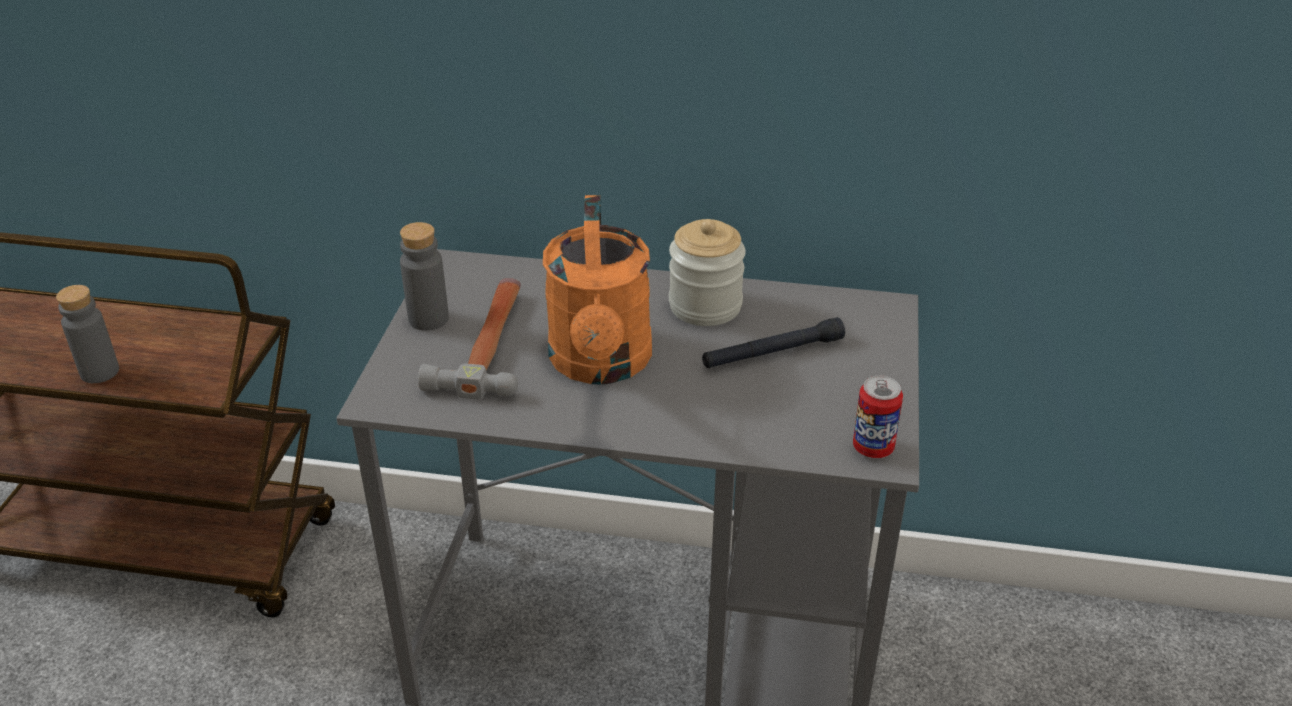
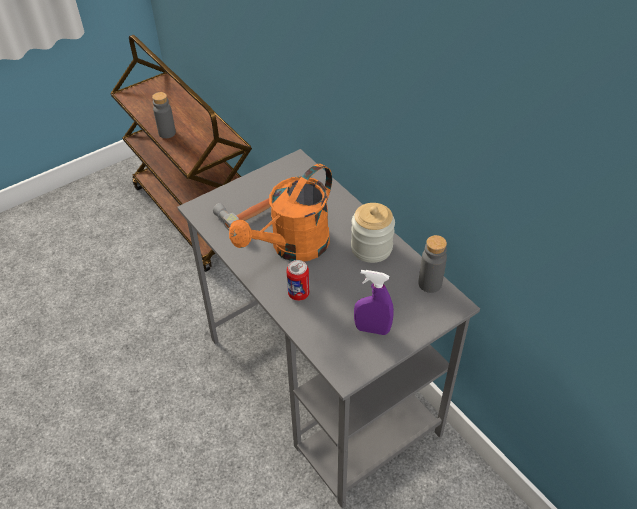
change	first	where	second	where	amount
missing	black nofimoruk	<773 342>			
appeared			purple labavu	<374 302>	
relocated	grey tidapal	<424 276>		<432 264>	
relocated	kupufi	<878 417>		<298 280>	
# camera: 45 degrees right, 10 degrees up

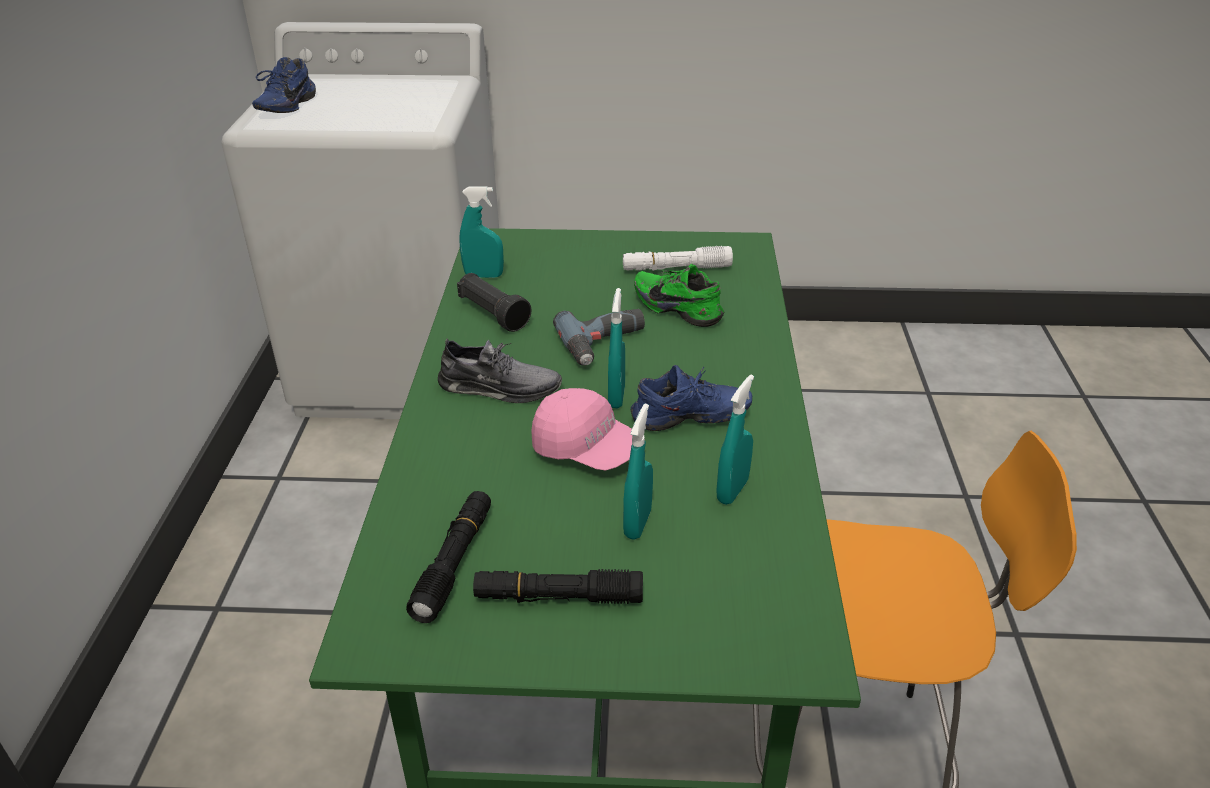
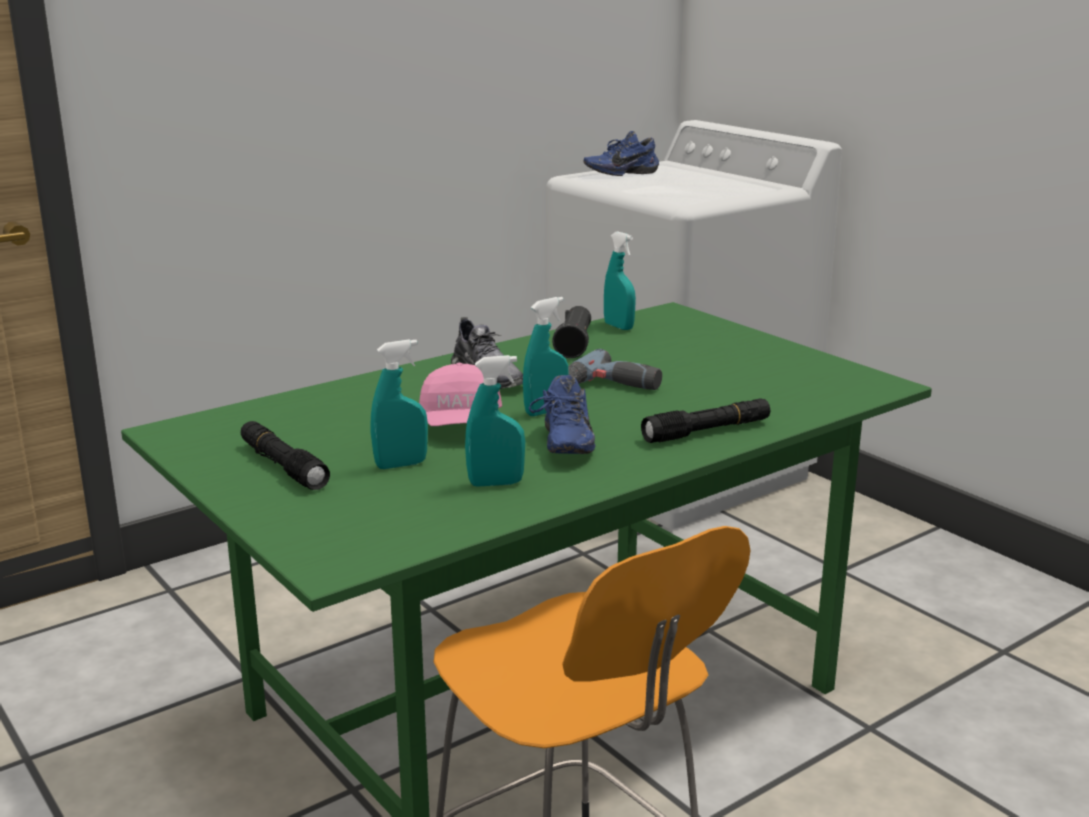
change	first	where	second	where	amount
missing	white nofimoruk	<678 258>			
missing	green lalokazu	<679 295>			
relocated	black nofimoruk	<448 557>		<705 420>	
spun	blue lalokazu	<691 398>		<562 414>	45 degrees clockwise
# camera: 50 degrees right, 15 degrees down

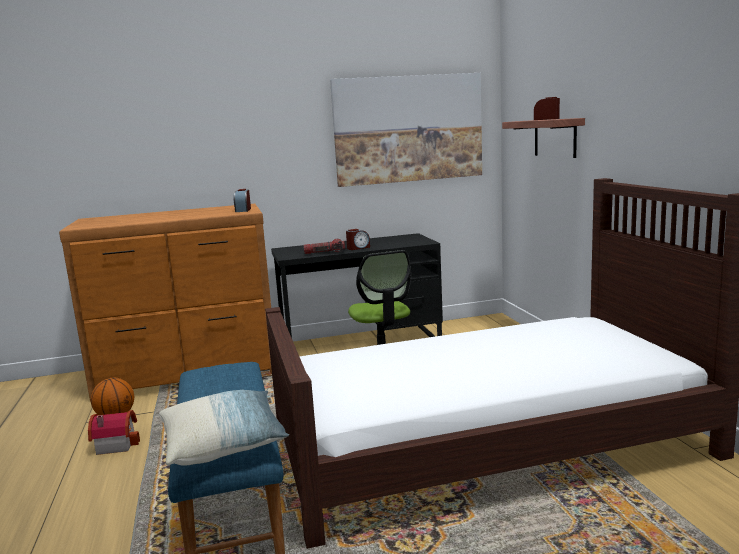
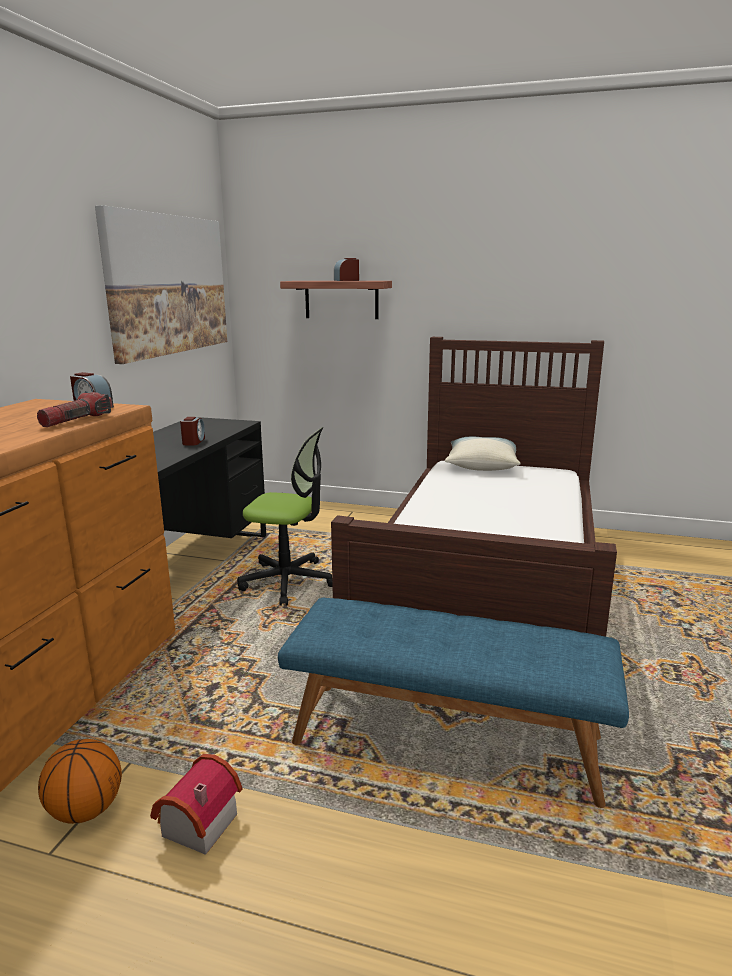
change	first	where	second	where	amount
relocated	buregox	<224 428>		<483 453>	
relocated	nofimoruk	<324 246>		<75 409>	
# camera: 60 degrees left, 5 degrees up

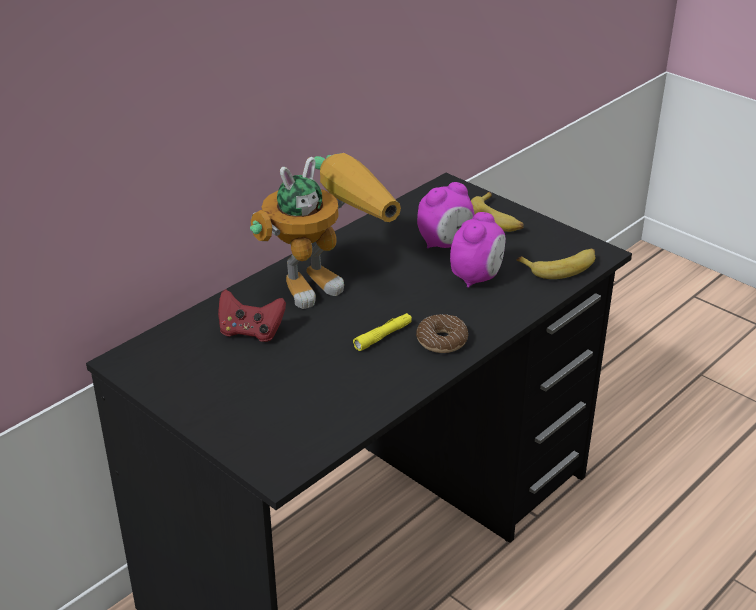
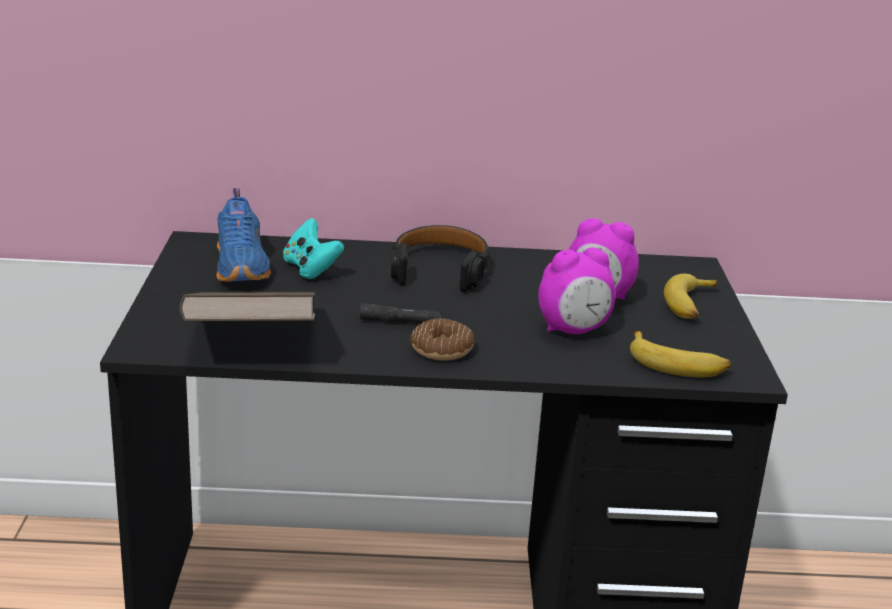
change	first	where	second	where	amount
appeared			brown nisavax	<247 306>	
appeared			blue lalokazu	<243 235>	
exchanged	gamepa	<325 231>	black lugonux	<440 258>	
colour	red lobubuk	<252 315>	turquoise lobubuk	<313 248>	
colour	yellow nofimoruk	<382 332>	black nofimoruk	<401 313>	
# camera: 45 degrees right, 10 degrees down

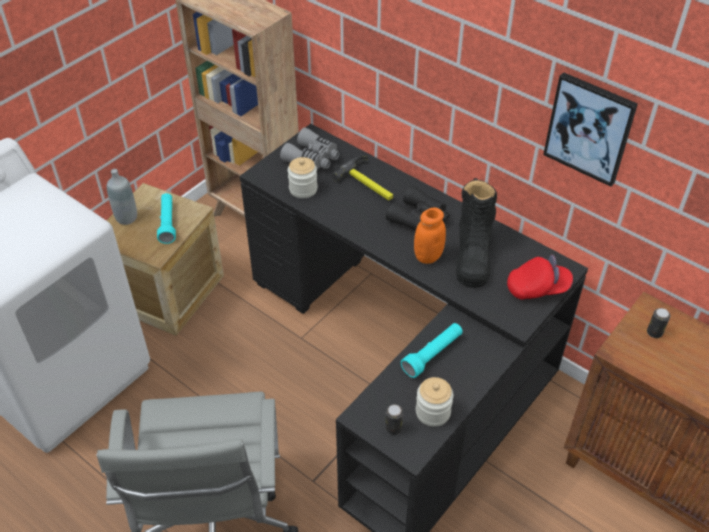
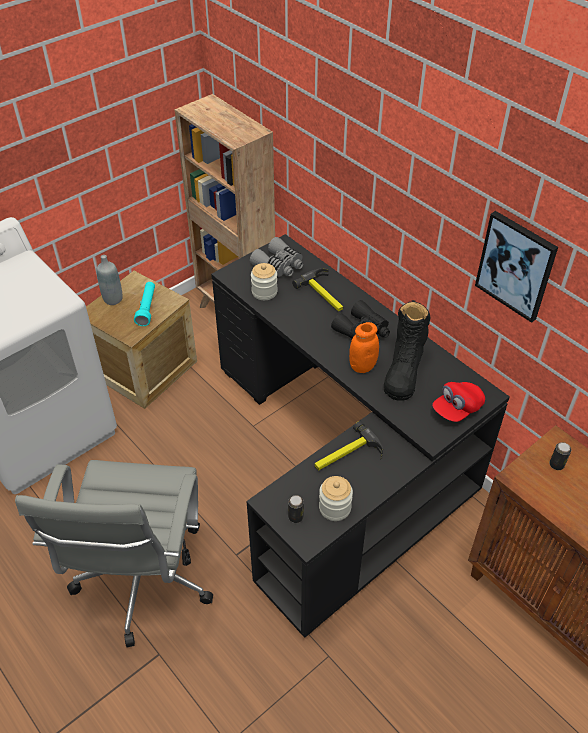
change	first	where	second	where	amount
exchanged	turquoise nofimoruk	<432 350>	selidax	<348 446>	
spun	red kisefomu	<540 277>		<458 402>	135 degrees clockwise
# camera: 10 degrees right, 0 degrees up

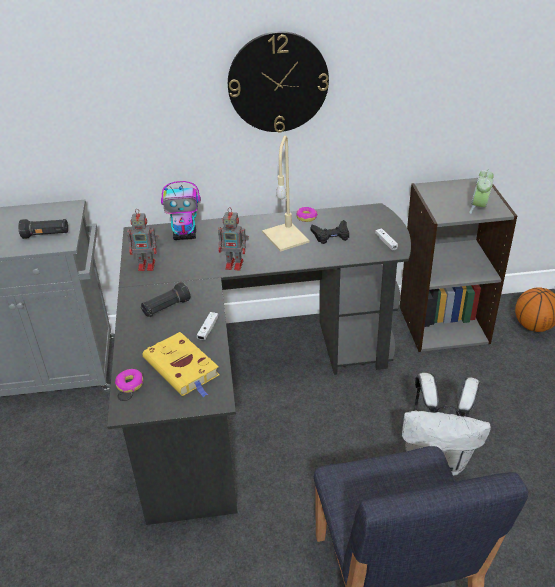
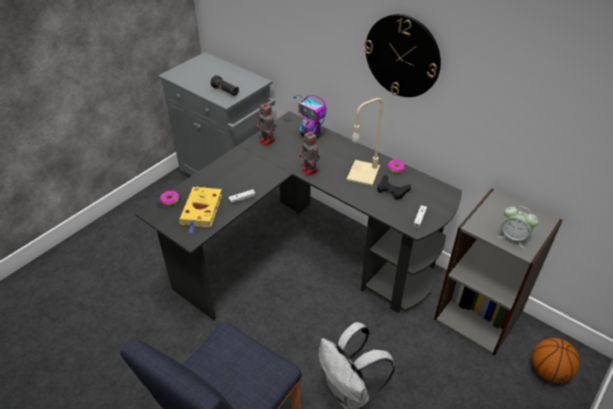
change	first	where	second	where	amount
missing	black nofimoruk	<165 299>			
spun	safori	<481 191>		<517 227>	120 degrees counterclockwise
# camera: 45 degrees right, 5 degrees up

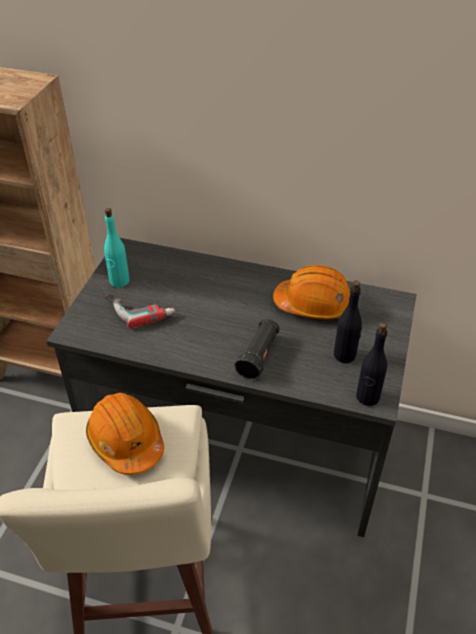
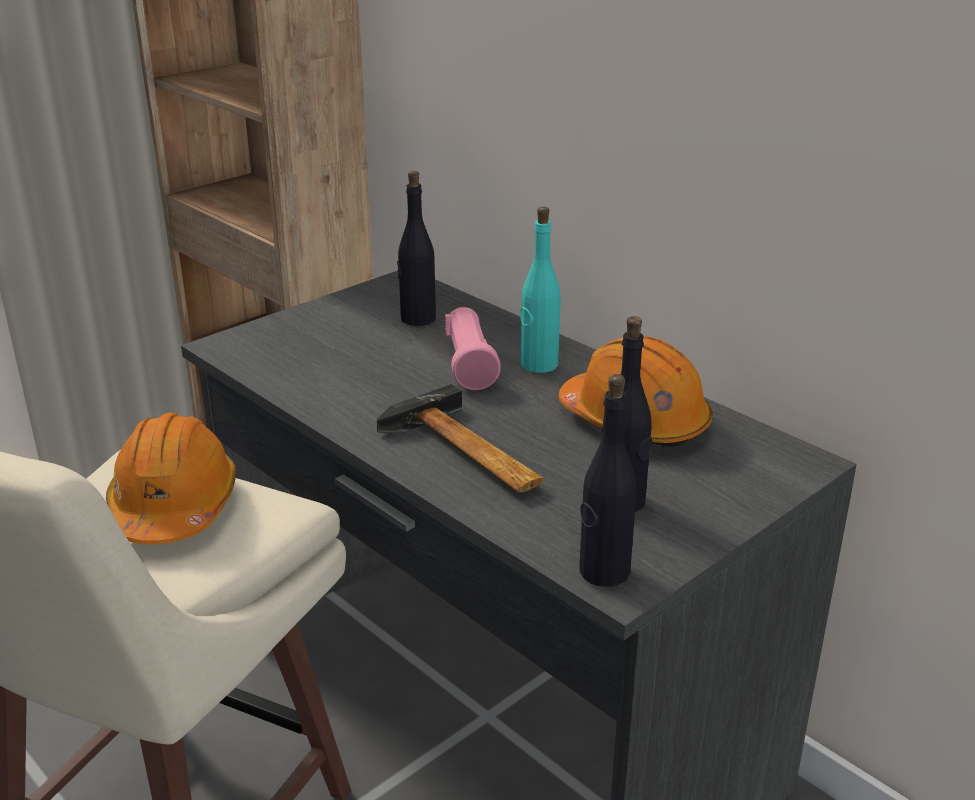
change	first	where	second	where	amount
missing	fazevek	<138 311>			
appeared			black tidapal	<416 248>	
appeared			pink nofimoruk	<473 348>	
relocated	turquoise tidapal	<117 247>		<540 290>	
exchanged	black nofimoruk	<256 349>	selidax	<461 438>	
# camera: 30 degrees right, 15 degrees down

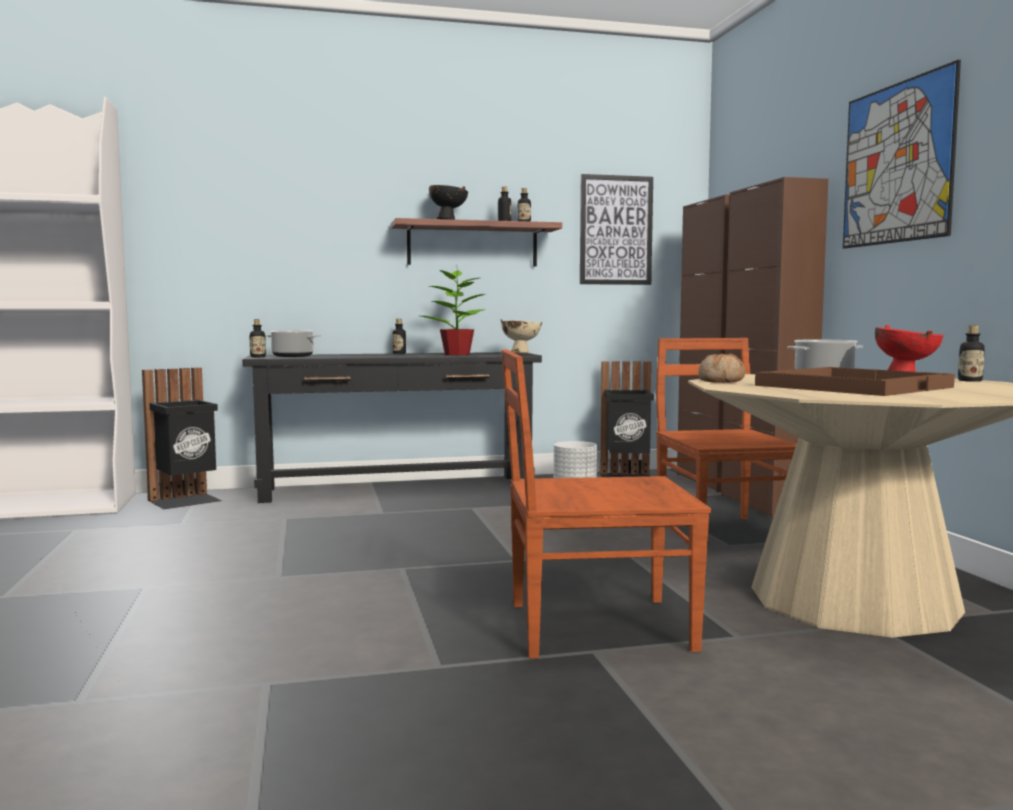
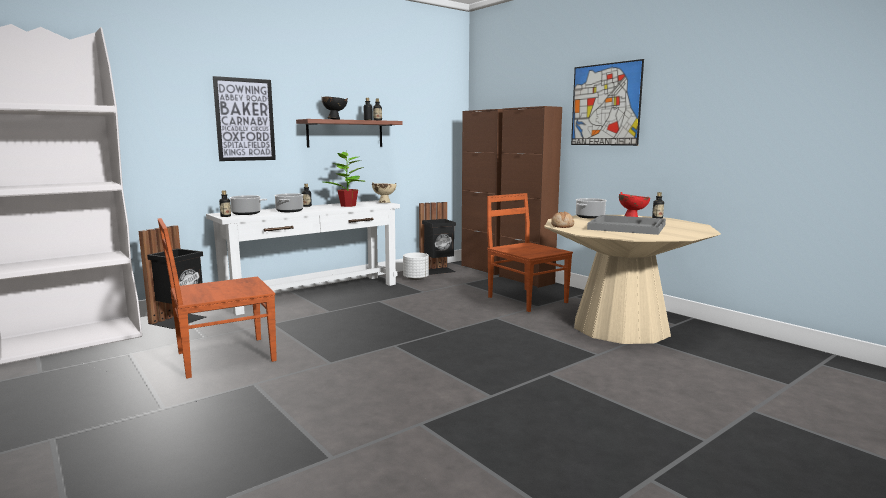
change	first	where	second	where	amount
appeared			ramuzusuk	<288 202>	
relocated	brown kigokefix	<606 504>		<217 298>	
relocated	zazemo	<616 229>		<244 118>	
colour	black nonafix	<392 427>	white nonafix	<303 257>	
colour	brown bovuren	<855 381>	grey bovuren	<626 225>	
# camera: 25 degrees left, 5 degrees up

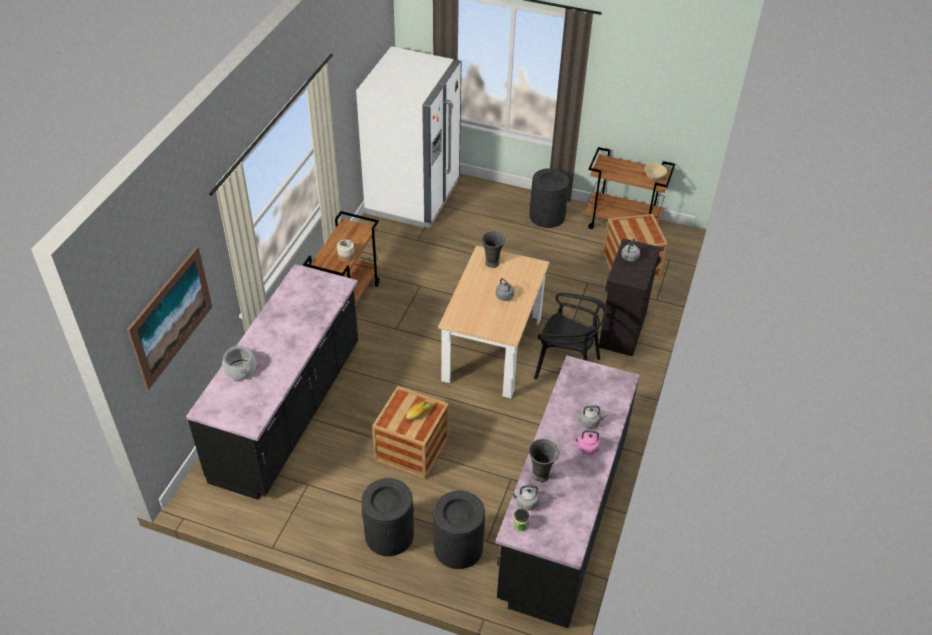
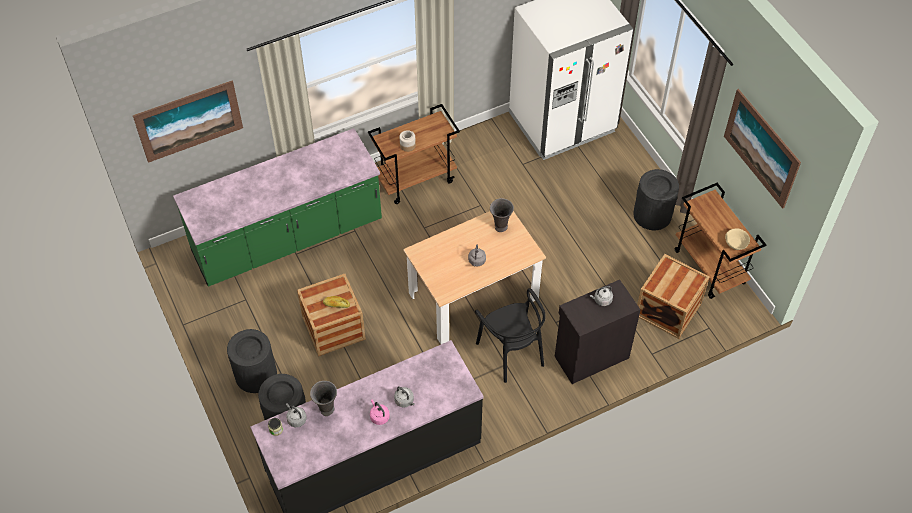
change	first	where	second	where	amount
missing	ramuzusuk	<239 362>			
appeared			zazemo	<762 149>	
colour	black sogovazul	<272 382>	green sogovazul	<277 207>	
# camera: 45 degrees right, 10 degrees up

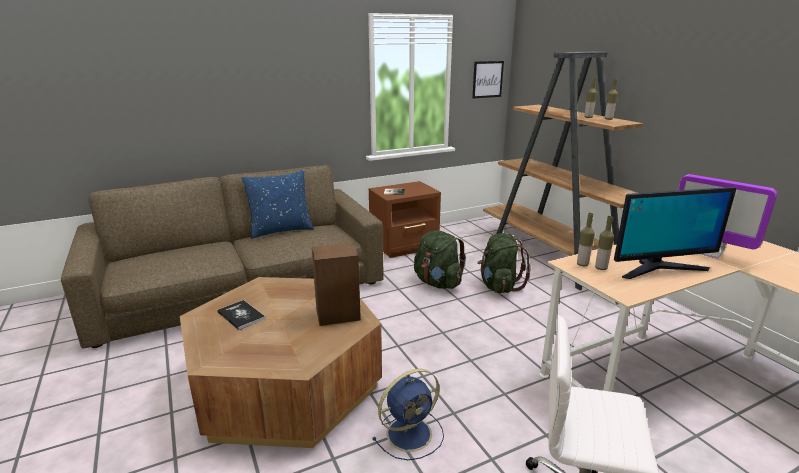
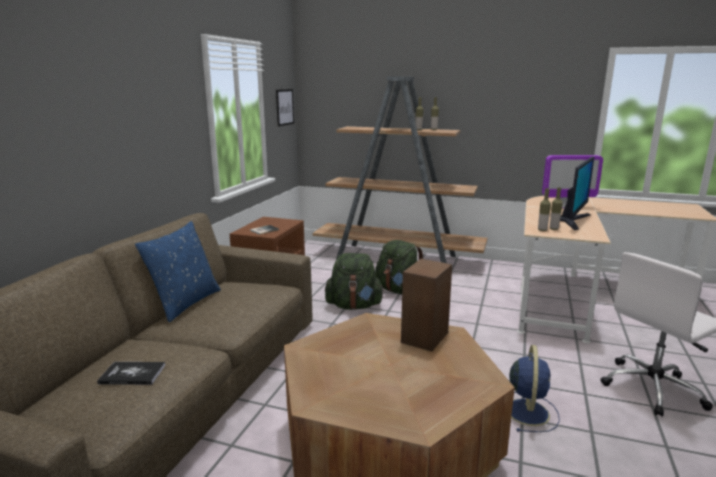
change	first	where	second	where	amount
relocated	nisavax	<241 315>		<131 373>	
# camera: 45 degrees left, 5 degrees down

